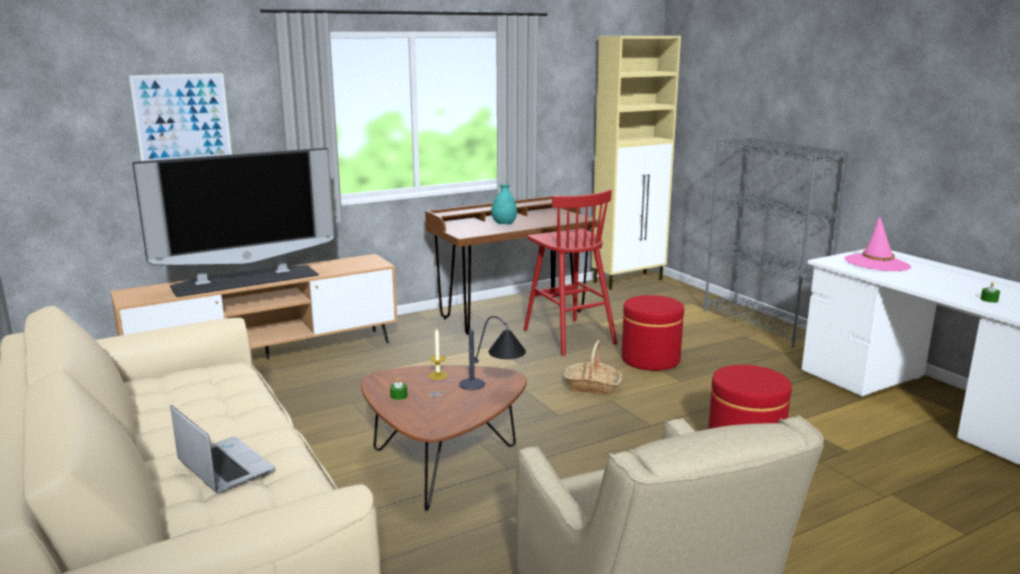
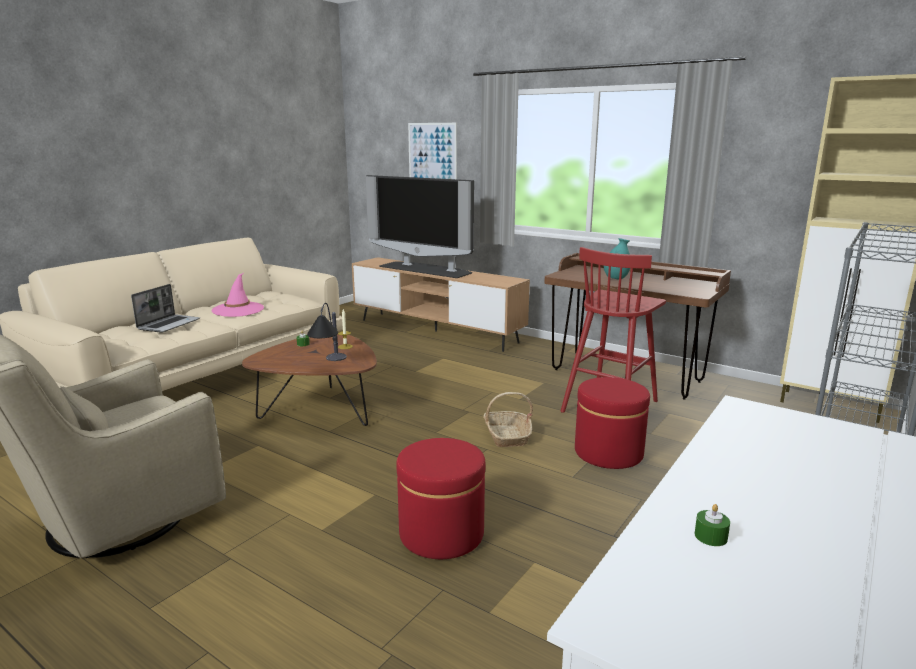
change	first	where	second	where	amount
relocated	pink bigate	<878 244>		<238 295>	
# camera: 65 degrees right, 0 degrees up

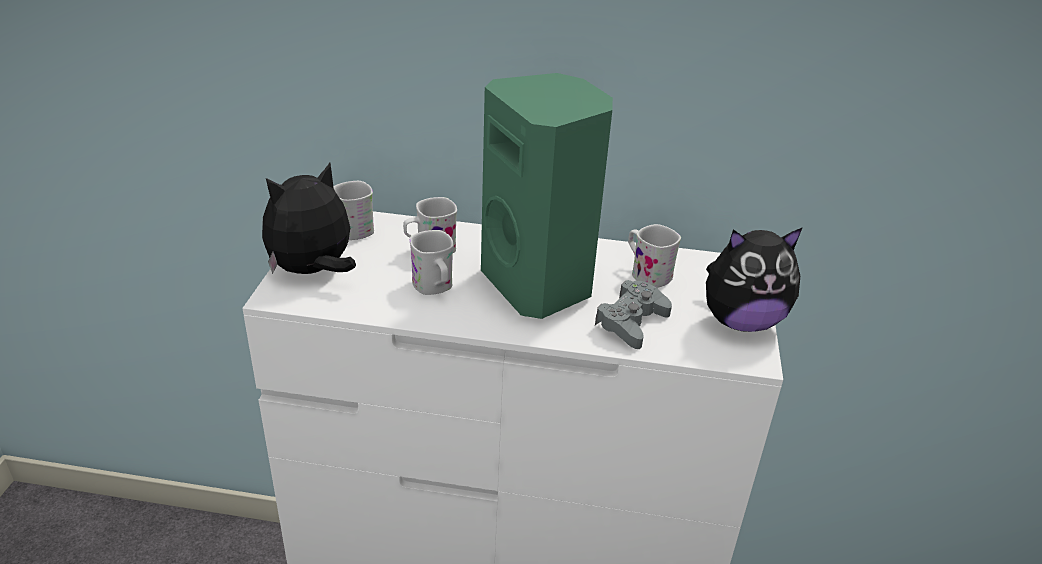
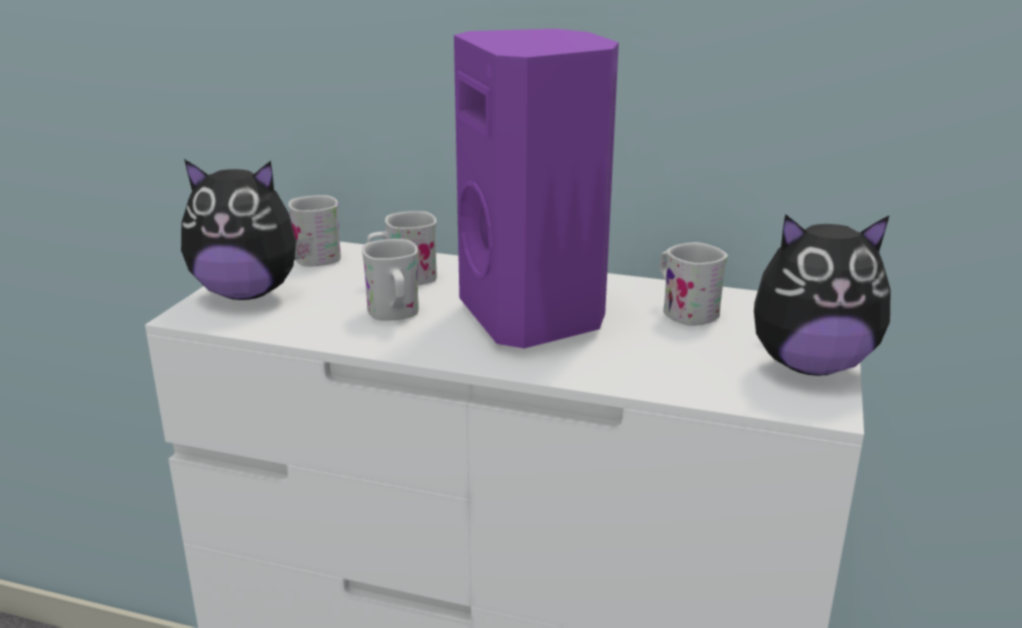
change	first	where	second	where	amount
missing	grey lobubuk	<633 314>			
colour	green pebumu	<547 196>	purple pebumu	<536 189>	
spun	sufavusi	<309 218>		<247 229>	150 degrees counterclockwise
# camera: 10 degrees right, 10 degrees down

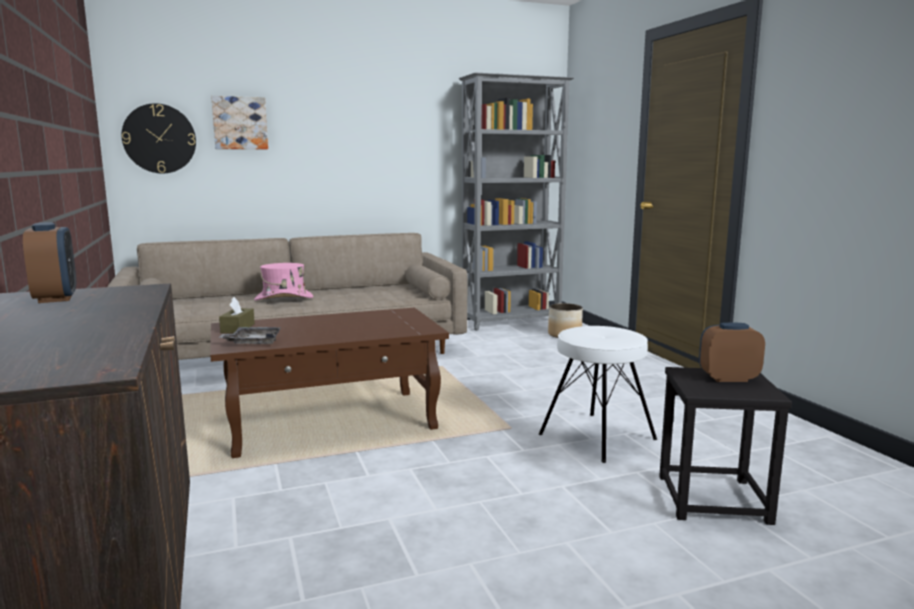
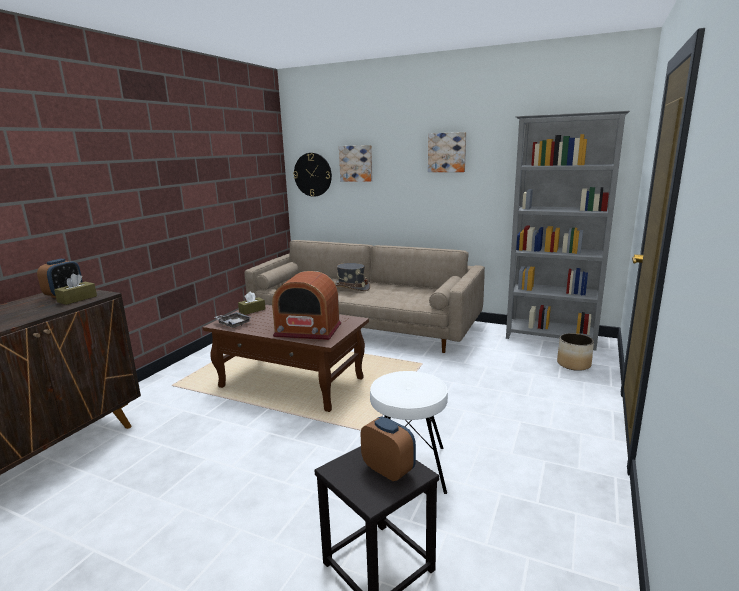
change	first	where	second	where	amount
appeared			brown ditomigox	<75 289>	
appeared			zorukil	<306 305>	
appeared			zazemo	<447 152>	
colour	pink bigate	<284 282>	grey bigate	<352 277>	
# camera: 45 degrees right, 5 degrees up

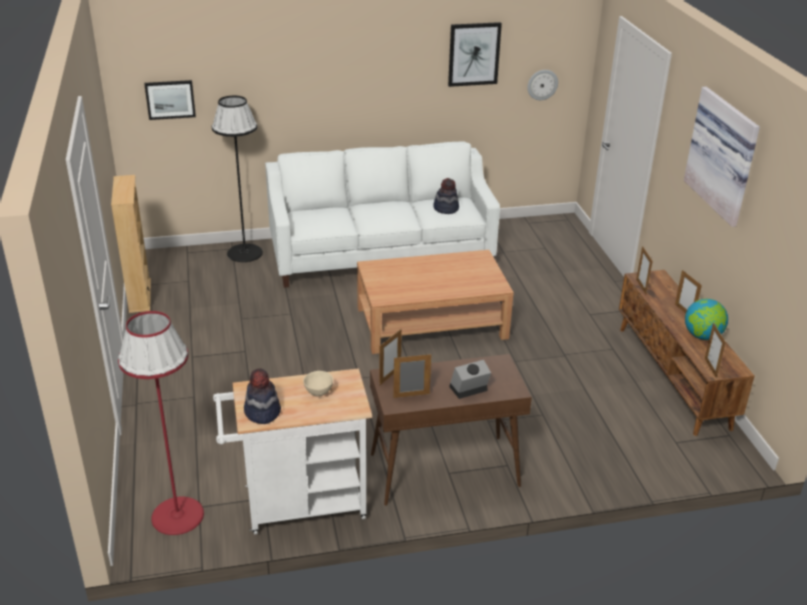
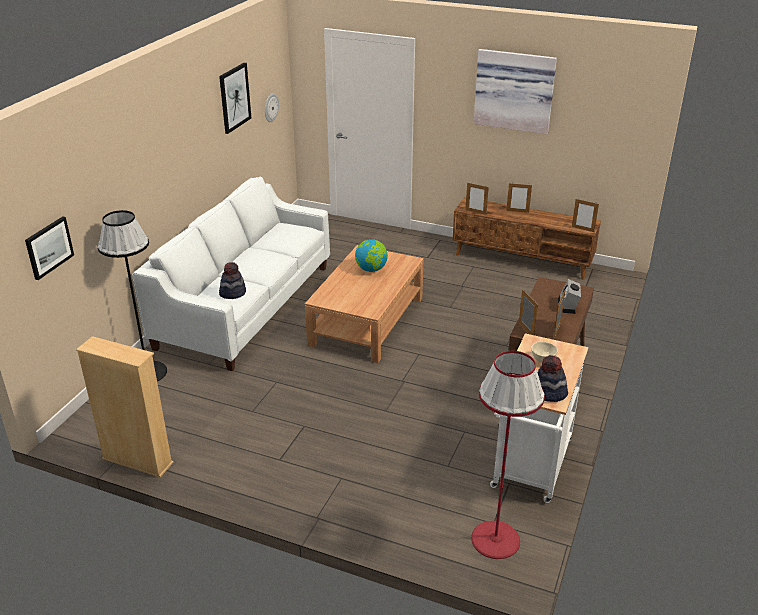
change	first	where	second	where	amount
relocated	bigate	<446 196>		<232 280>	
relocated	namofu	<706 319>		<371 255>	
# camera: 55 degrees left, 0 degrees up

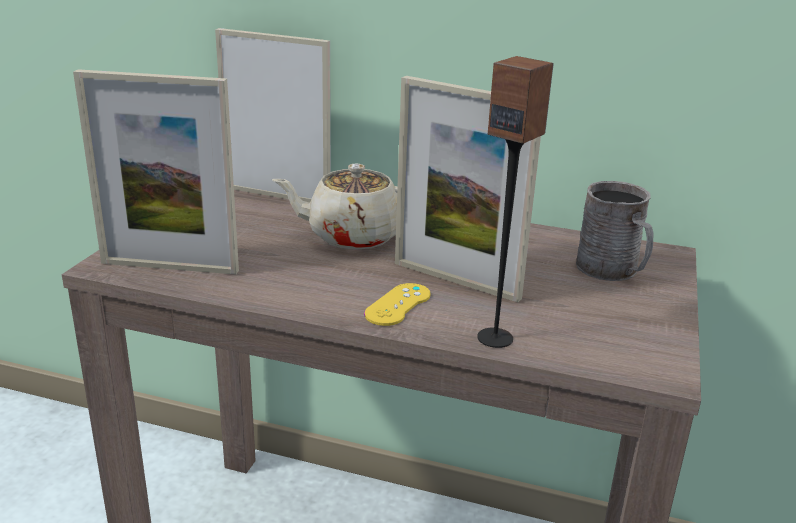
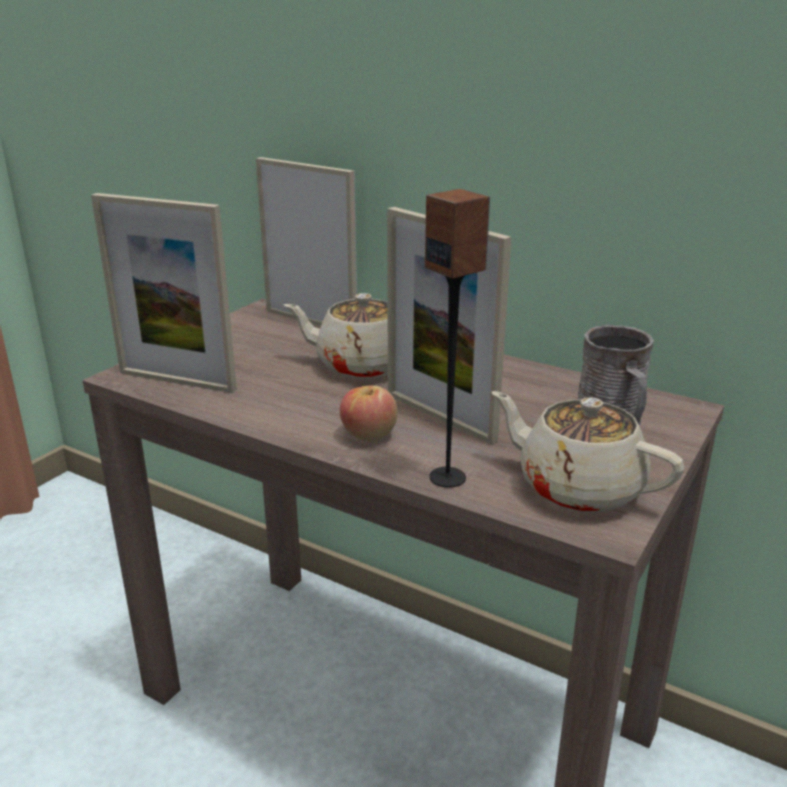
change	first	where	second	where	amount
appeared			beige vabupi	<588 452>	
exchanged	yellow lobubuk	<397 304>	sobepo	<368 413>	
# camera: 15 degrees right, 0 degrees up

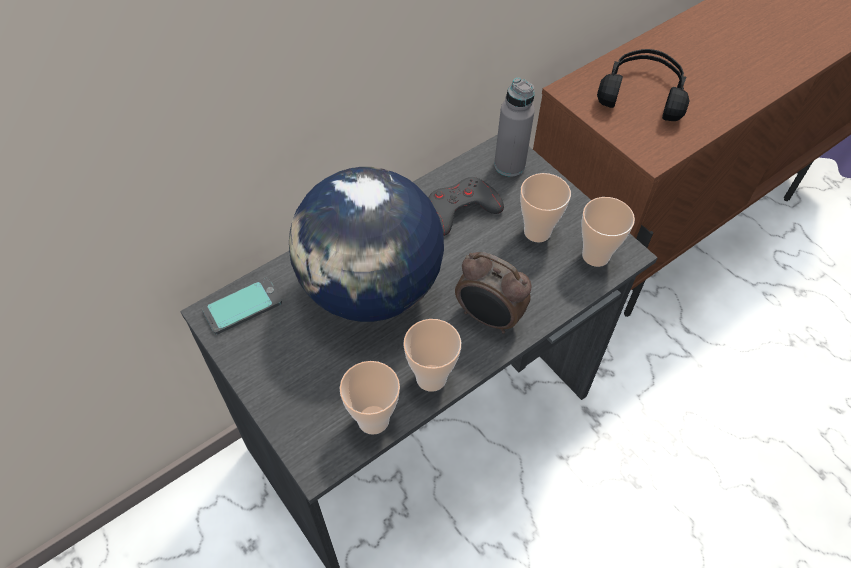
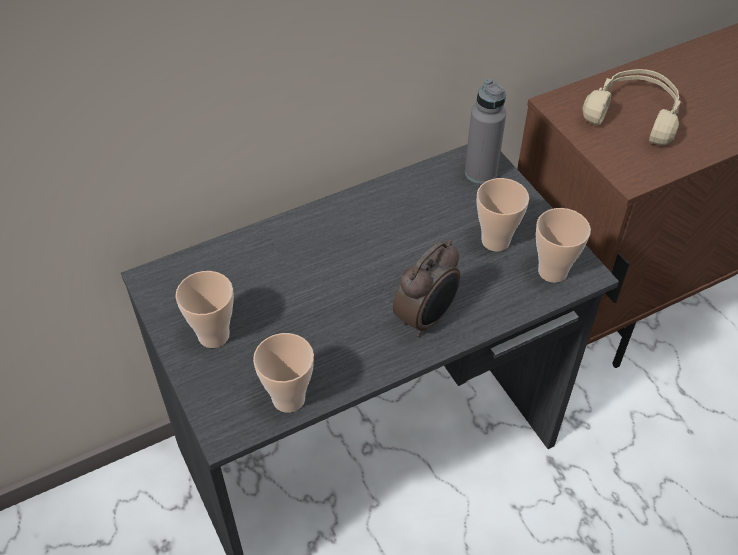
change	first	where	second	where	amount
missing	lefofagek	<242 306>			
missing	namofu	<366 244>			
missing	grey lobubuk	<466 206>			
relocated	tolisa	<432 355>		<204 309>	
colour	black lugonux	<643 85>	beige lugonux	<631 107>	
spun	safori	<493 293>		<426 288>	90 degrees counterclockwise
# camera: 10 degrees right, 5 degrees down

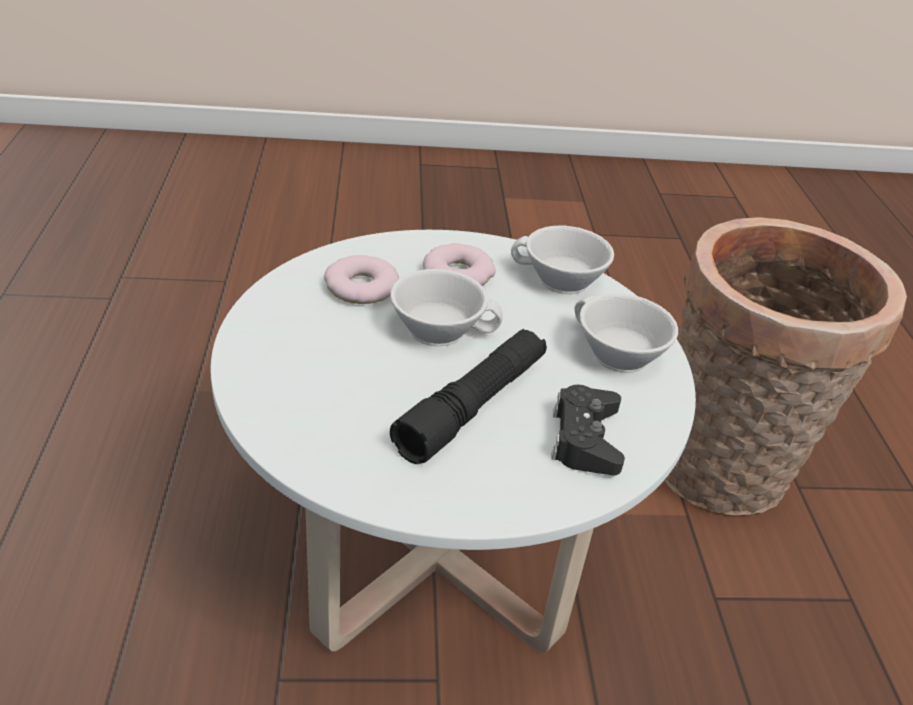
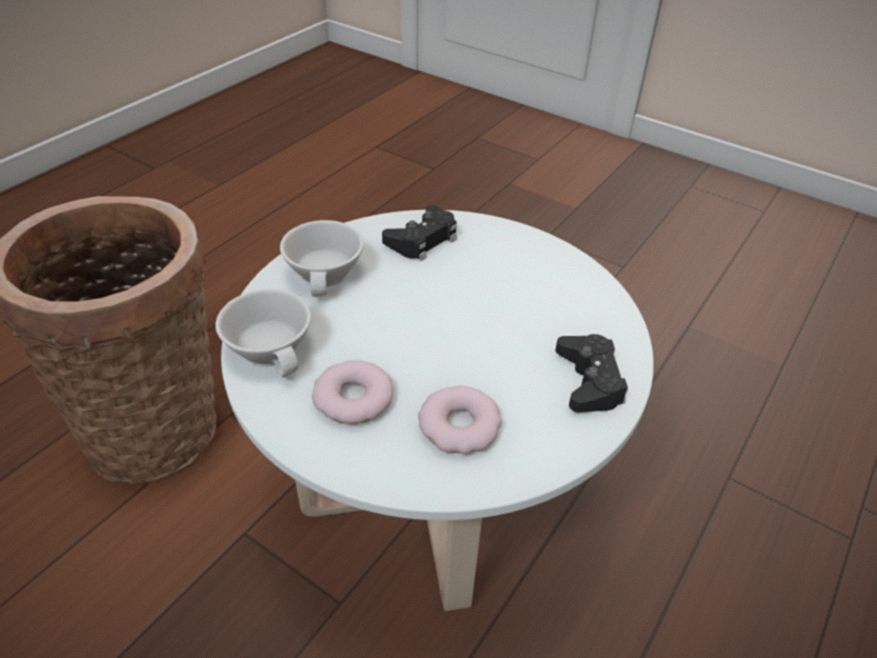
change	first	where	second	where	amount
missing	white tolisa	<446 307>			
missing	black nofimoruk	<468 396>			
appeared			black lobubuk	<591 373>	
# camera: 140 degrees left, 5 degrees up

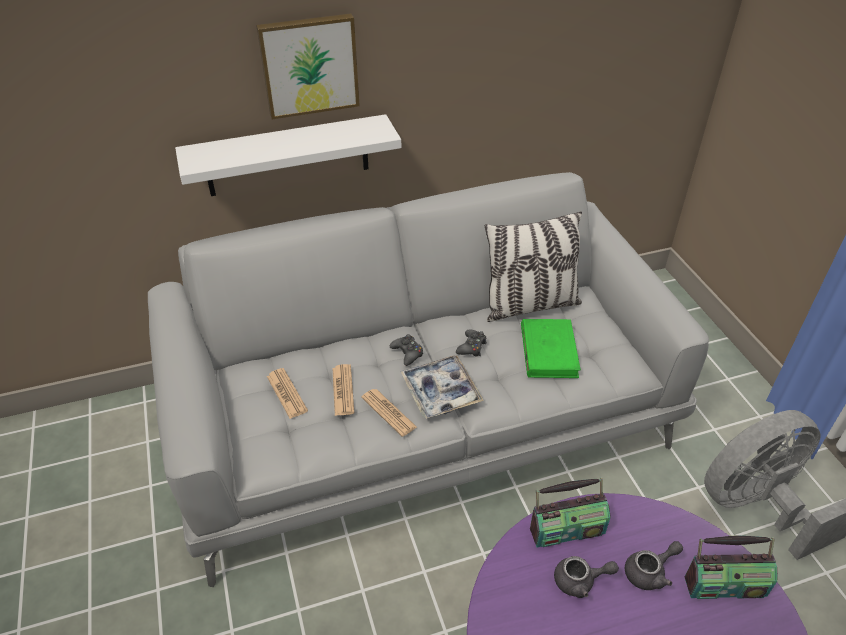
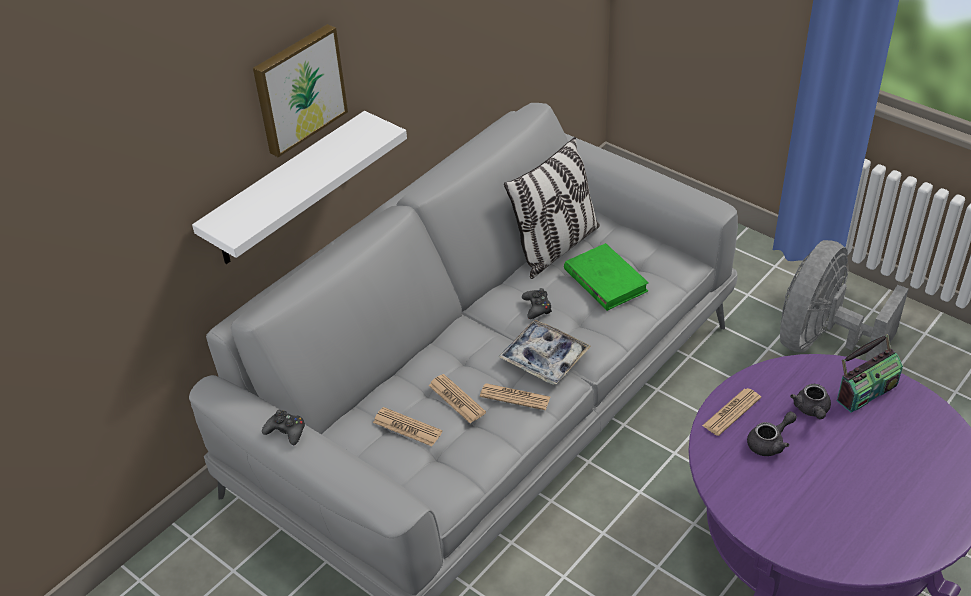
change	first	where	second	where	amount
relocated	black lobubuk	<406 350>		<283 427>	
exchanged	zorukil	<570 512>	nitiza	<731 412>	
spun	grey vabupi	<654 565>		<810 401>	150 degrees clockwise
# camera: 30 degrees left, 0 degrees up

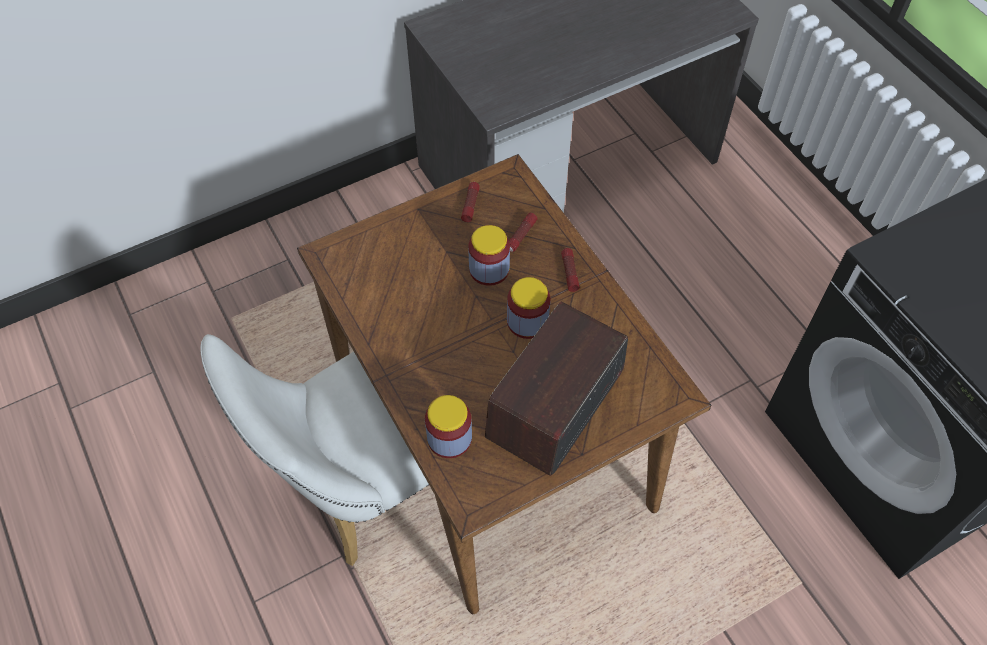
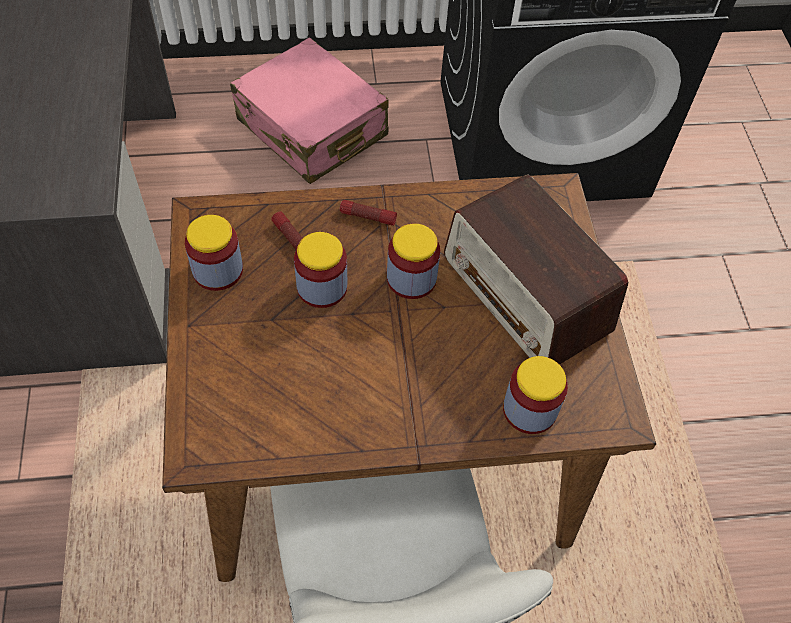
change	first	where	second	where	amount
appeared			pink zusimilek	<309 110>	
exchanged	nofimoruk	<470 202>	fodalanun	<214 253>	
# camera: 70 degrees left, 0 degrees up

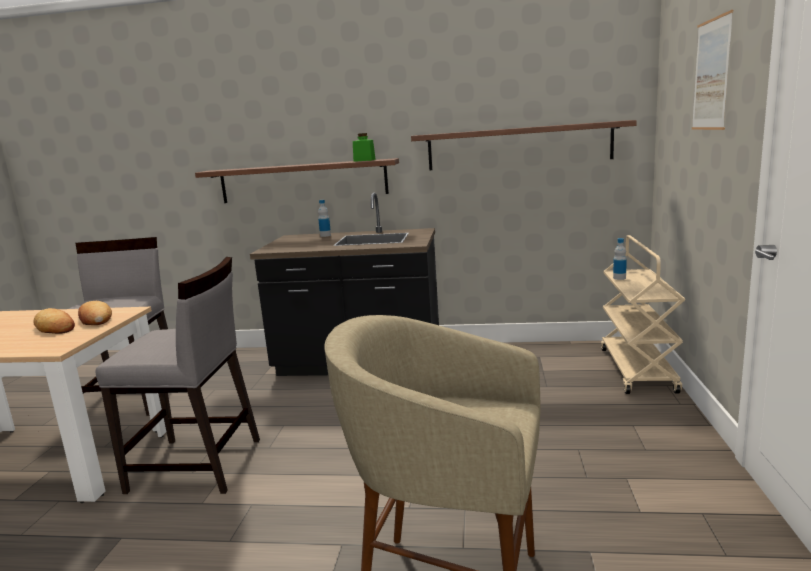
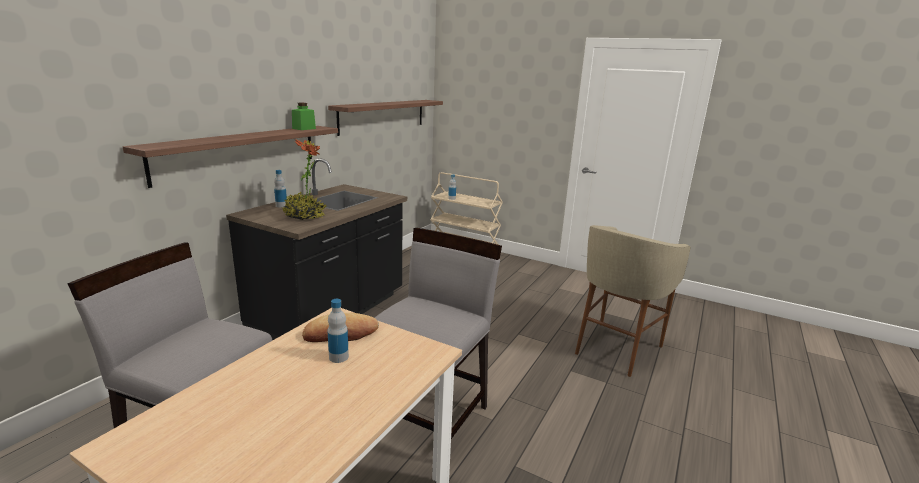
change	first	where	second	where	amount
missing	zazemo	<712 70>			
appeared			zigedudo	<304 179>	
exchanged	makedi	<54 321>	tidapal	<338 331>	
# camera: 70 degrees left, 5 degrees up

